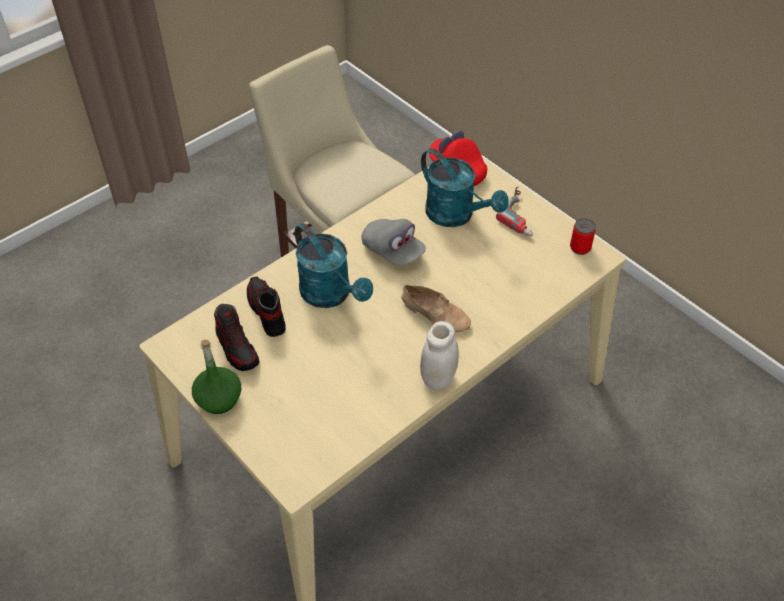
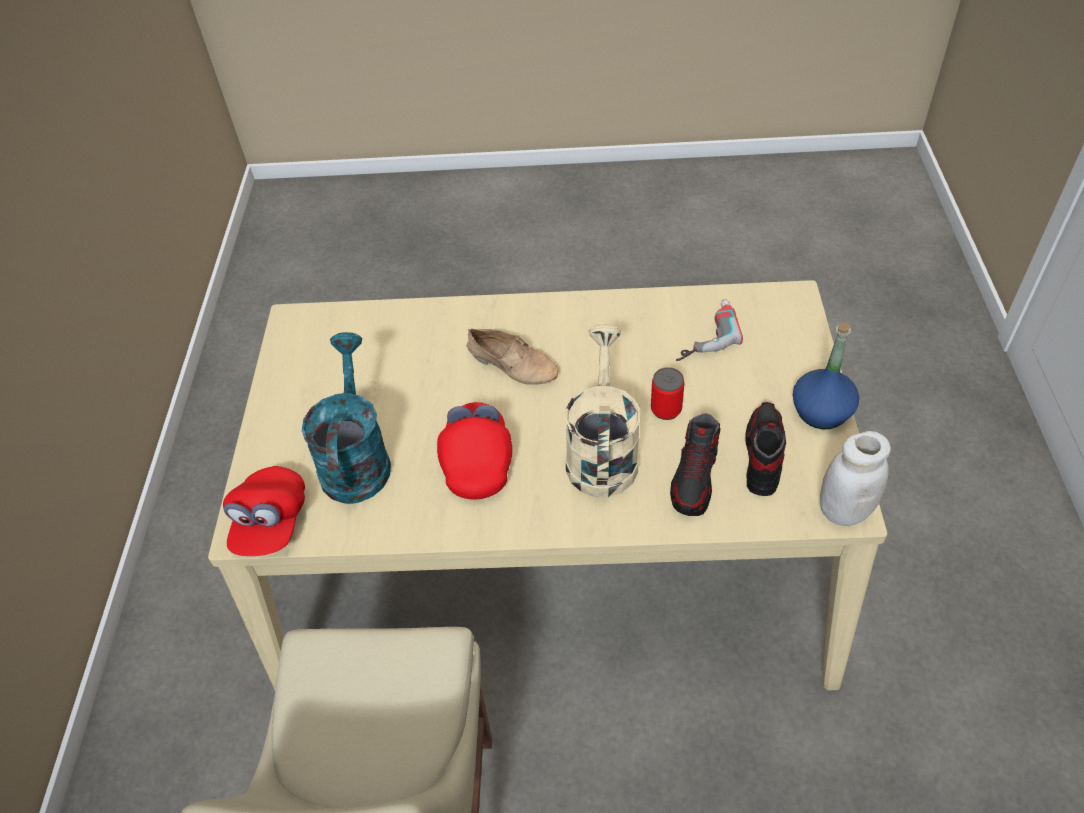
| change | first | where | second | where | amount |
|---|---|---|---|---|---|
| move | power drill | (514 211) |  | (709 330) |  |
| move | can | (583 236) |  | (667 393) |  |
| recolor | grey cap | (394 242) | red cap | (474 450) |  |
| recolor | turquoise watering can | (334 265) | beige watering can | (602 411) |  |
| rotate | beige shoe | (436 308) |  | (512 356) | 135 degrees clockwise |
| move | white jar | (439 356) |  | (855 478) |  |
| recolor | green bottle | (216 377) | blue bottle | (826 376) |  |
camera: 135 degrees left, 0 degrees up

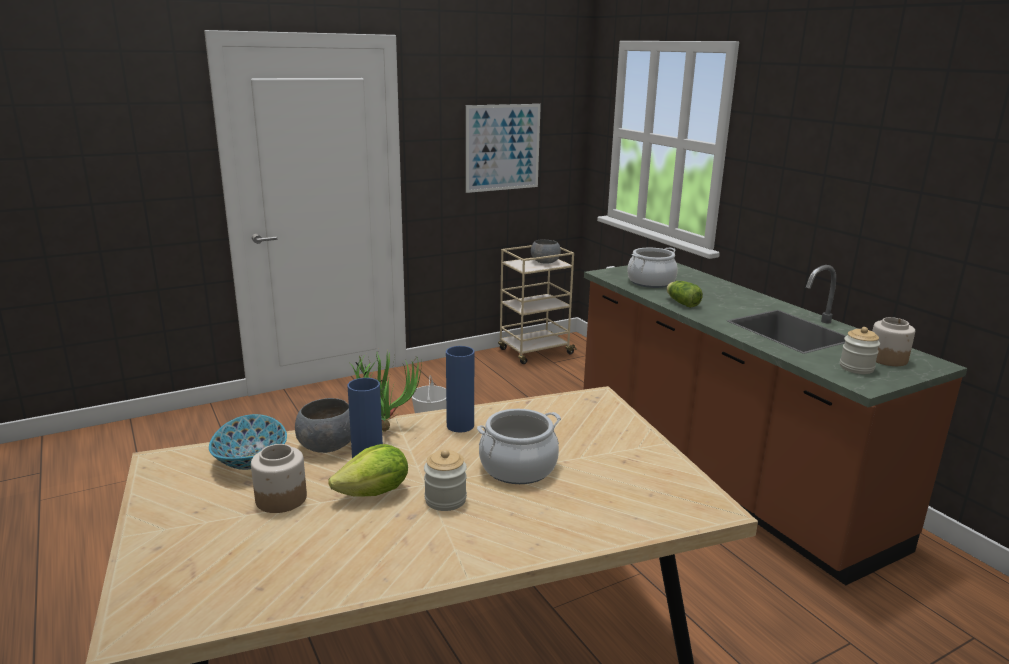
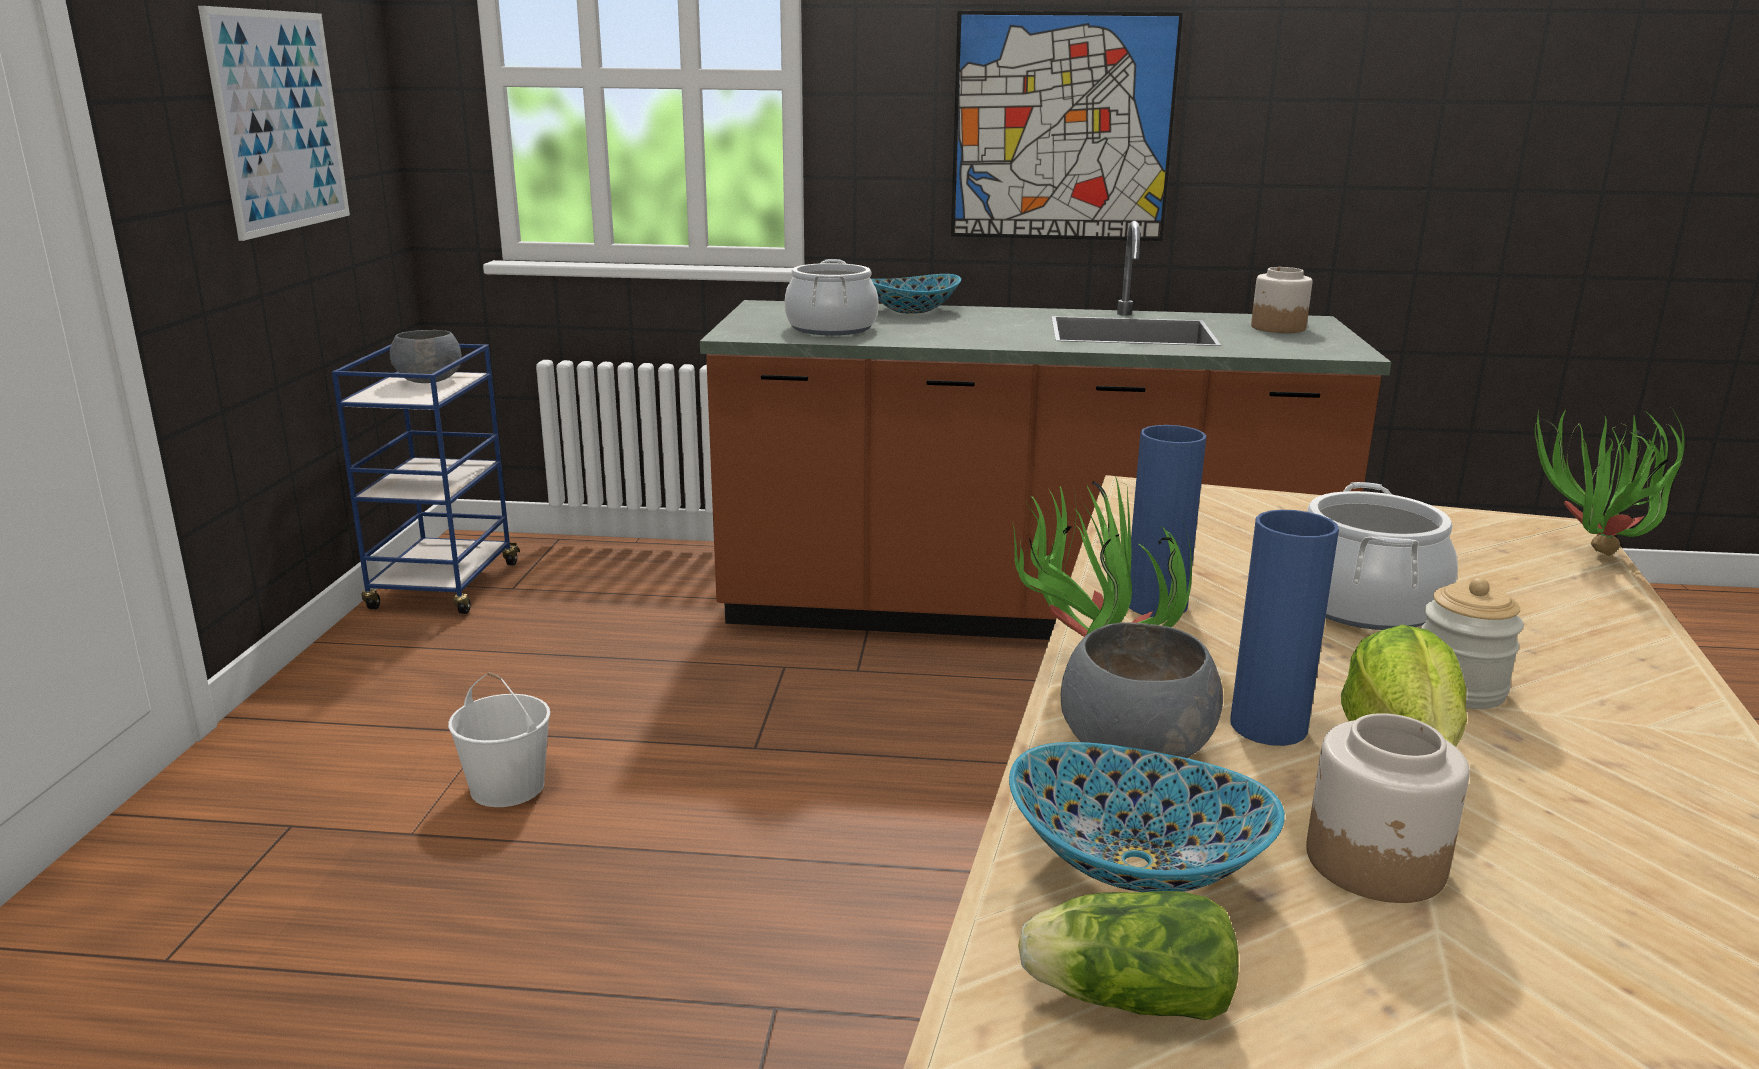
| change | first | where | second | where | amount |
|---|---|---|---|---|---|
| recolor | beige cart | (537 304) | blue cart | (426 479) |  |
| move | lettuce | (684 294) |  | (1128 955) |  |
| delete | jar | (860 350) |  |  |  |
| insert |  |  | picture | (1067 126) |  |
| insert |  |  | bowl | (916 294) |  |
| insert |  |  | potted plant | (1610 481) |  |
camera: 55 degrees left, 0 degrees up

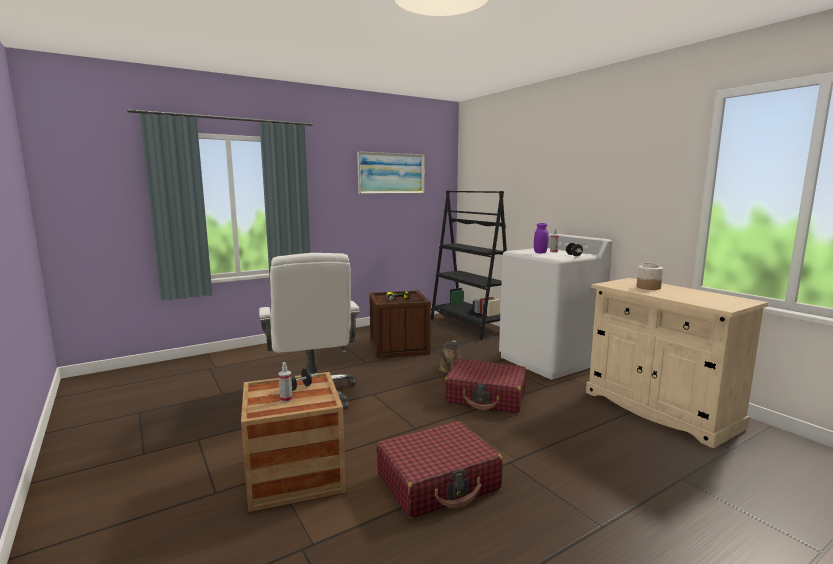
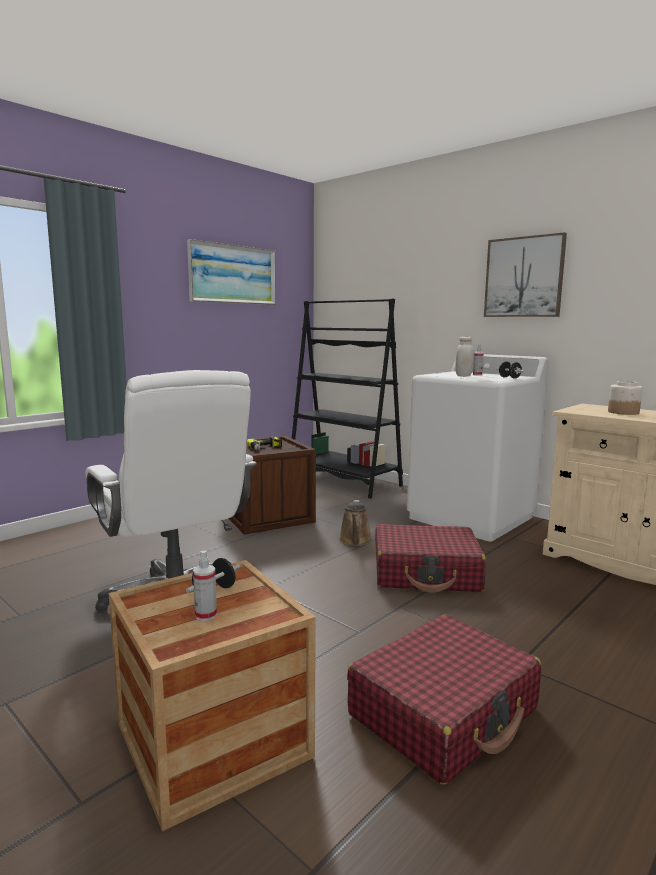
| change | first | where | second | where | amount |
|---|---|---|---|---|---|
| recolor | purple jar | (541 238) | white jar | (464 356) |  |
| insert |  |  | picture | (525 274) |  |
camera: 15 degrees left, 0 degrees up

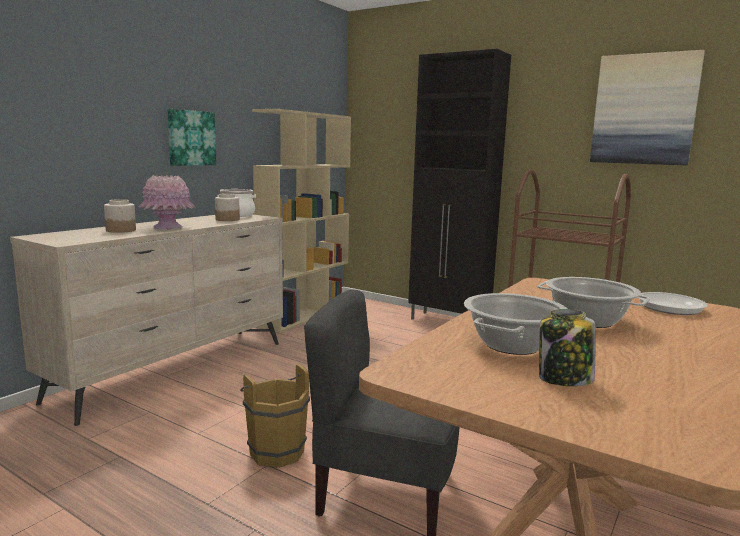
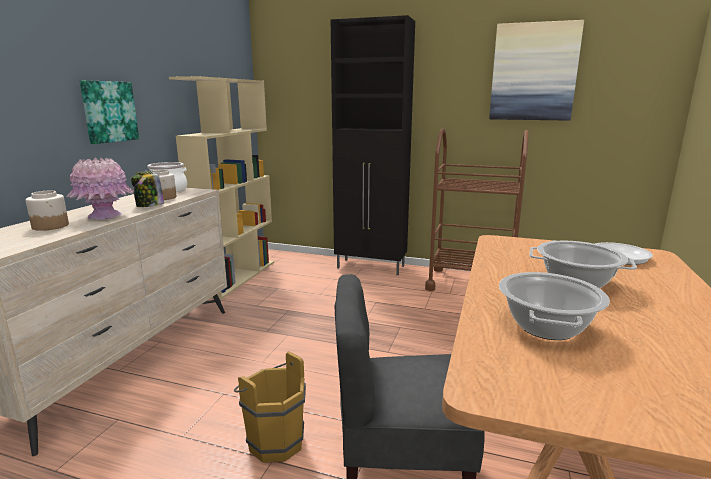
| change | first | where | second | where | amount |
|---|---|---|---|---|---|
| move | jar | (567 347) |  | (147 189) |  |
camera: 15 degrees left, 5 degrees up

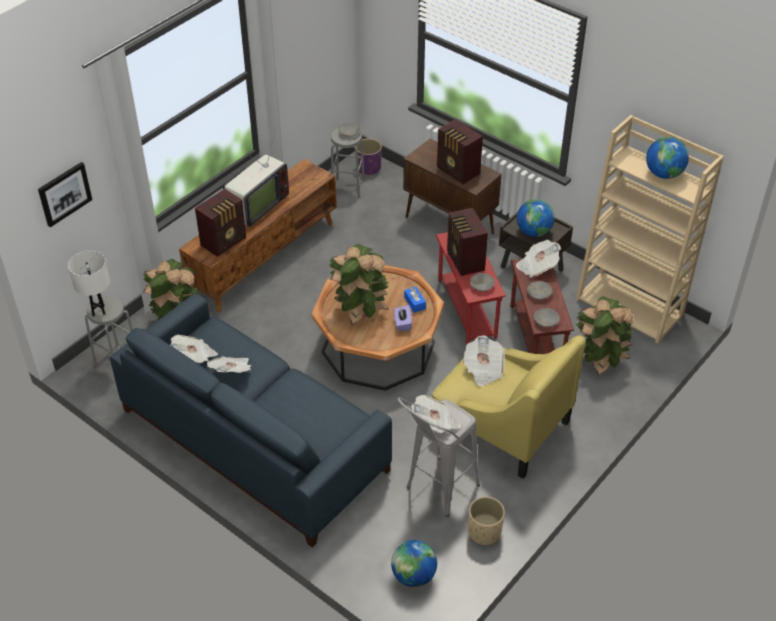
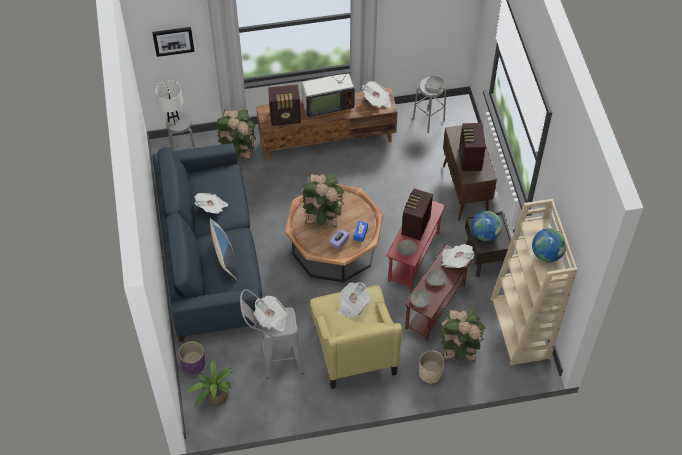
| change | first | where | second | where | amount |
|---|---|---|---|---|---|
| move | purple planter | (369 157) |  | (192 357) |  |
| move | newspaper | (194 349) |  | (376 94) |  |
| move | beige planter | (486 520) |  | (432 367) |  |
| replace | globe | (414 563) | potted plant | (210 383) |  |
| insert |  |  | pillow | (224 249) |  |
camera: 40 degrees right, 10 degrees up

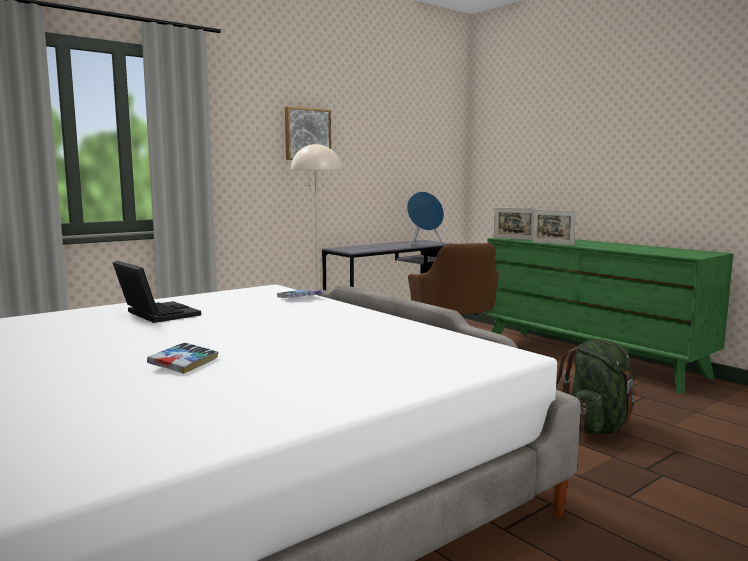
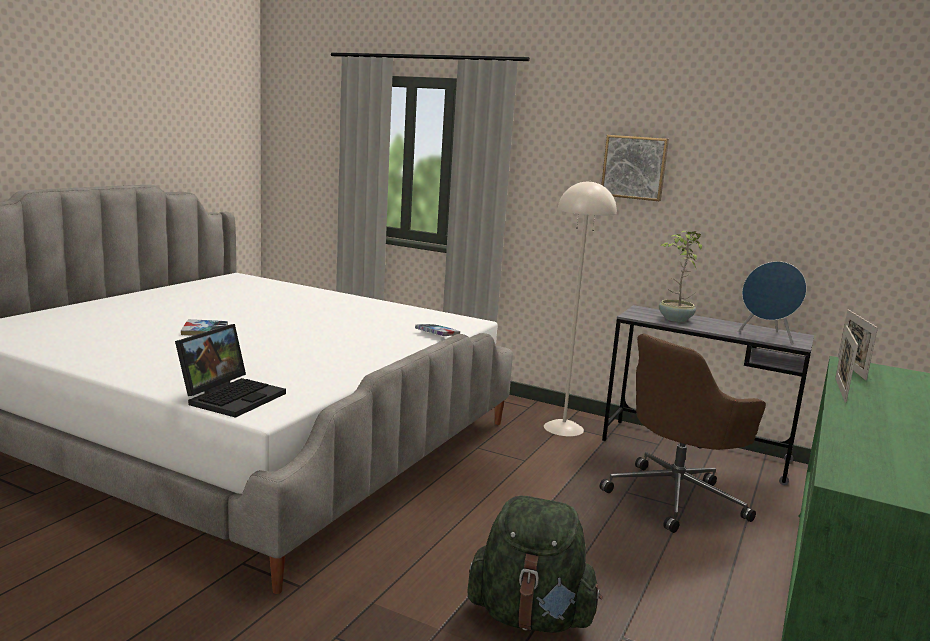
| change | first | where | second | where | amount |
|---|---|---|---|---|---|
| move | laptop | (156 292) |  | (230 371) |  |
| insert |  |  | potted plant | (680 276) |  |
camera: 65 degrees right, 5 degrees up

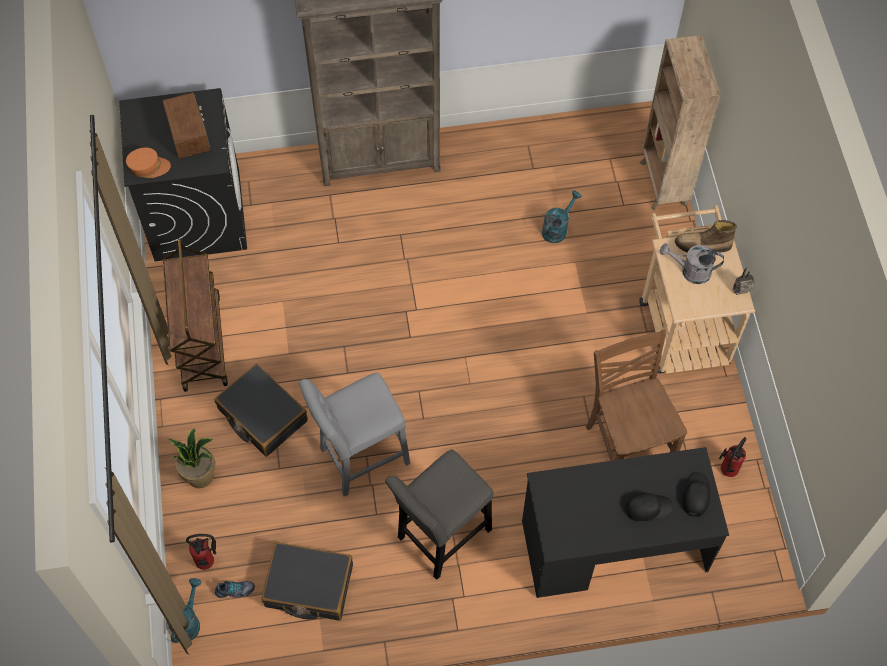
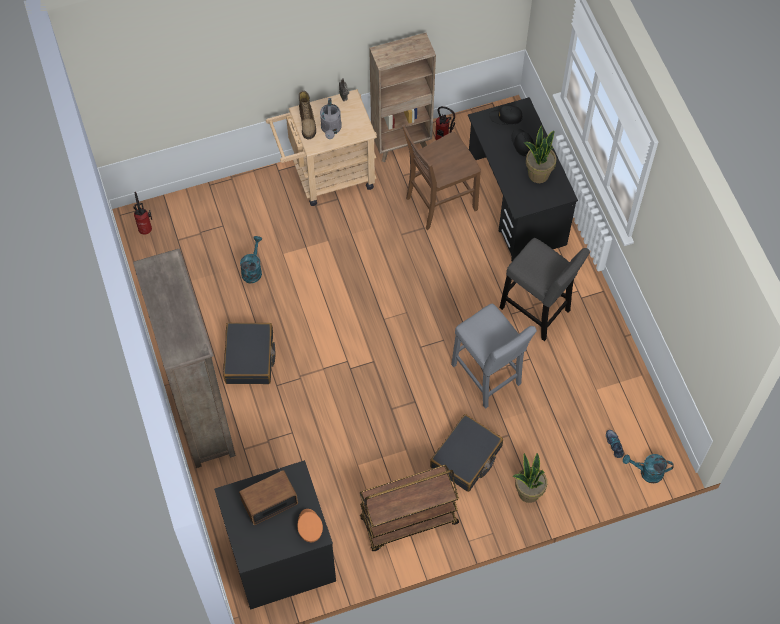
| change | first | where | second | where | amount |
|---|---|---|---|---|---|
| move | brown bookcase | (679 123) |  | (402 97) |  |
| rotate | turquoise watering can | (562 217) |  | (251 259) | 75 degrees clockwise |
| move | fire extinguisher | (201 552) |  | (142 213) |  |
| move | black suitcase | (307 581) |  | (249 353) |  |
| insert |  |  | potted plant | (540 154) |  |
camera: 100 degrees left, 0 degrees up

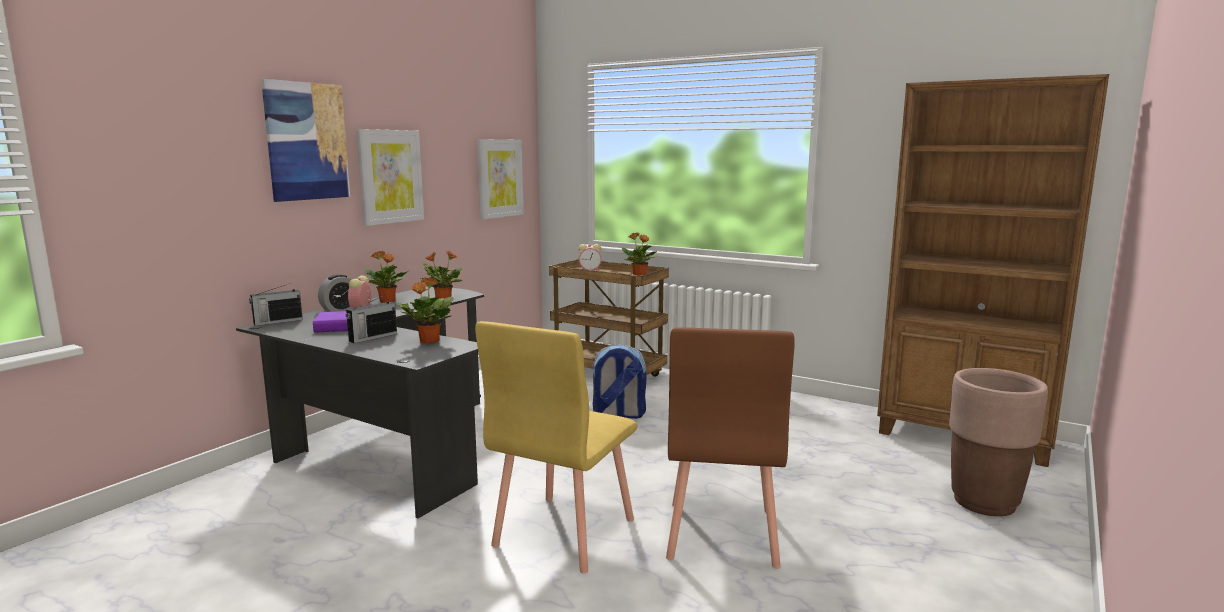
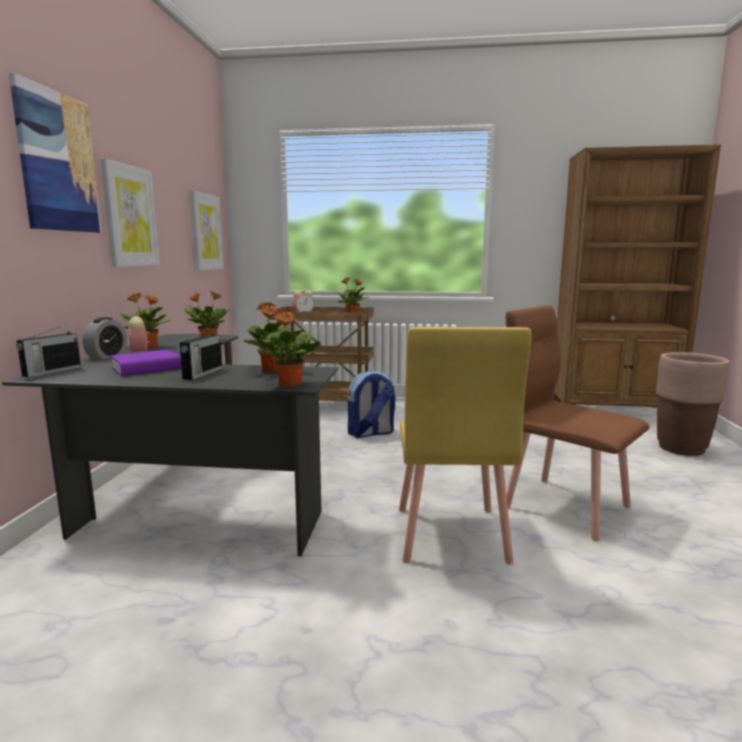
| change | first | where | second | where | amount |
|---|---|---|---|---|---|
| rotate | brown chair | (730 448) |  | (578 423) | 150 degrees clockwise |
| insert |  |  | potted plant | (288 347) |  |
camera: 25 degrees left, 0 degrees up

